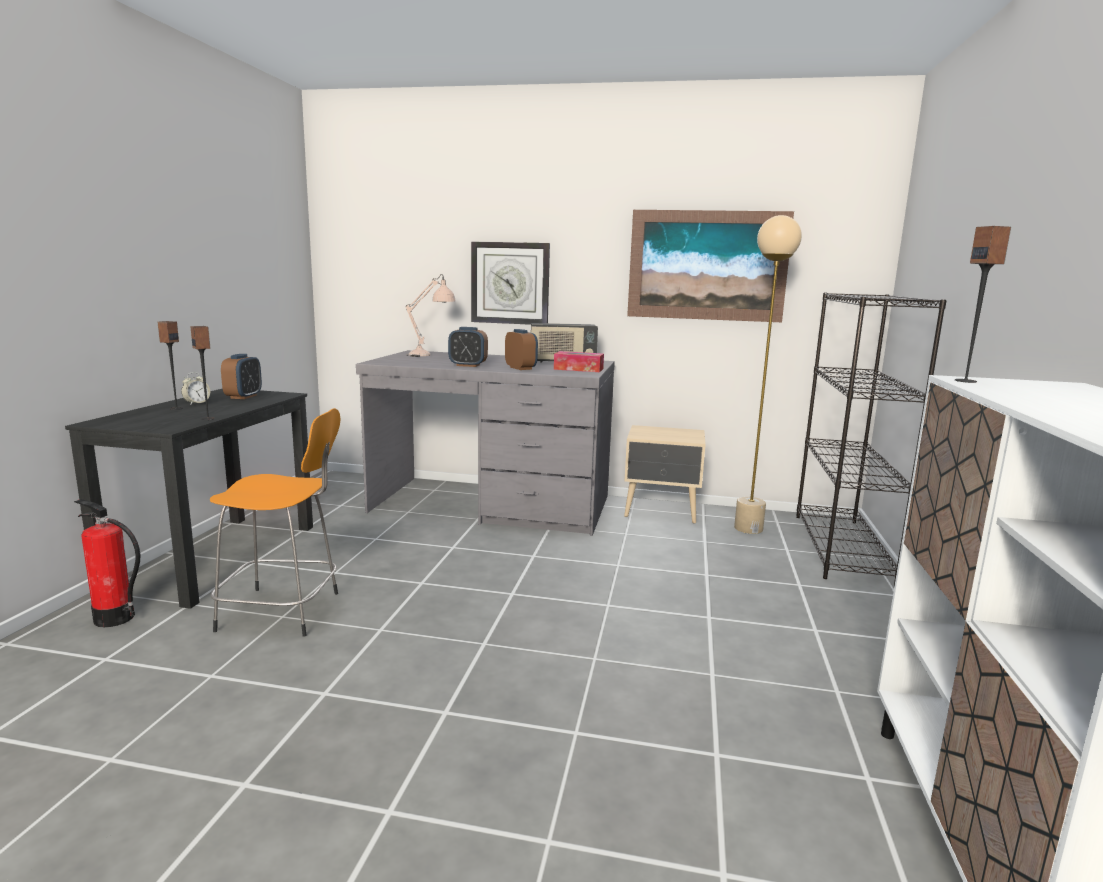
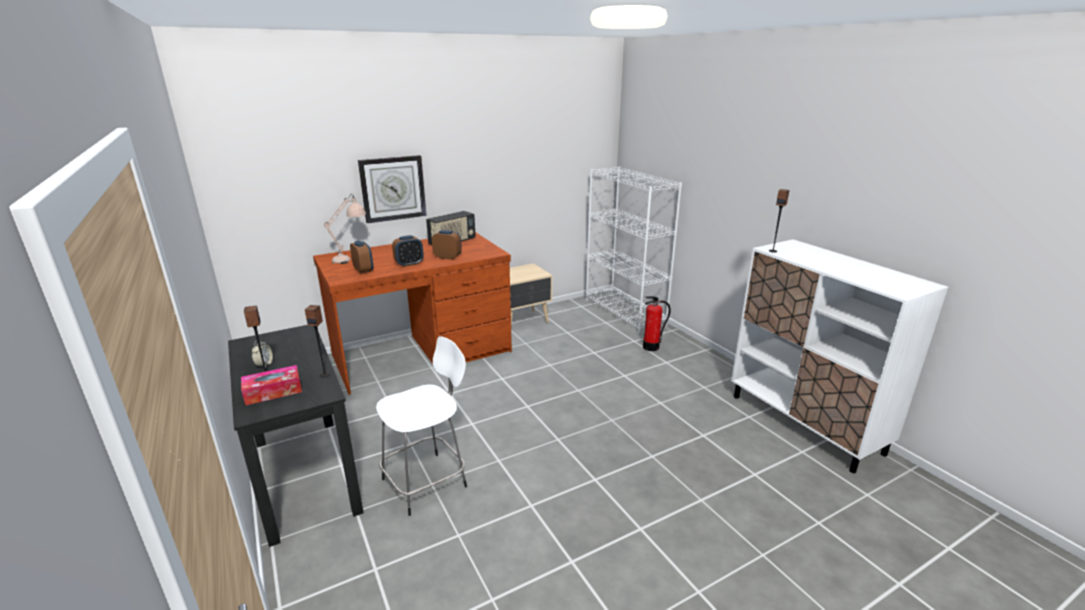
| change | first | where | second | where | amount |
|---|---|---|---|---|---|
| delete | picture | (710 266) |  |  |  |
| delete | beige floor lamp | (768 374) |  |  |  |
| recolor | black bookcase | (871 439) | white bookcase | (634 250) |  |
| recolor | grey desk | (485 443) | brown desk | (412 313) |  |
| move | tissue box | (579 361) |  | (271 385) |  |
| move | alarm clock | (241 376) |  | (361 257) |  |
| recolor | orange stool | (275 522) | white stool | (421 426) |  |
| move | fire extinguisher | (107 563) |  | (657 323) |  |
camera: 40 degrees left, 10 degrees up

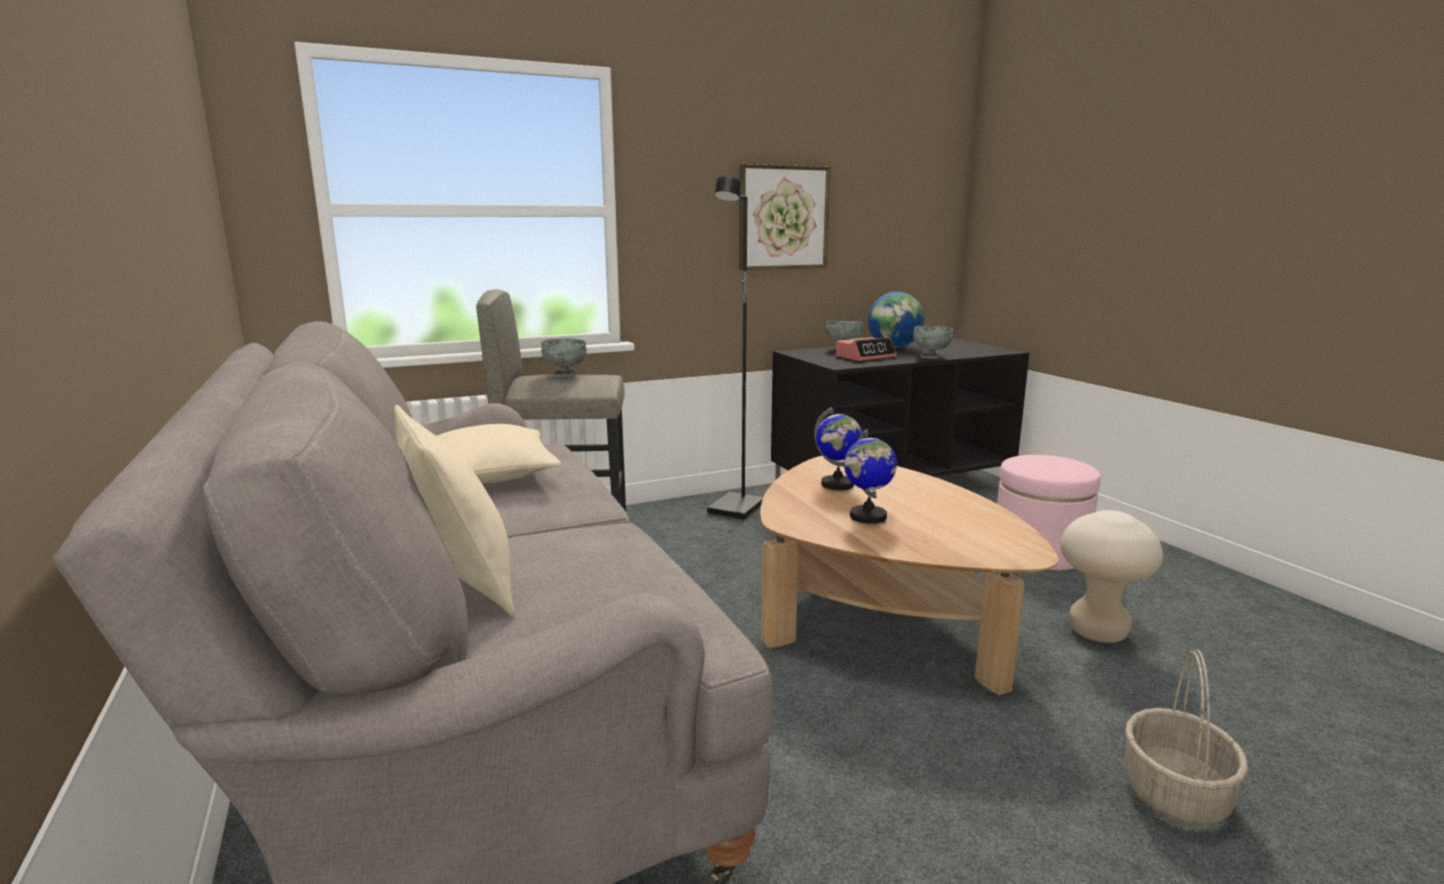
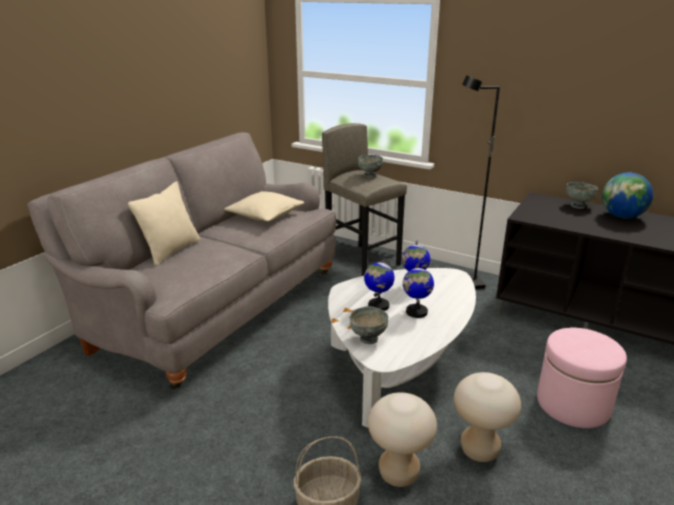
| change | first | where | second | where | amount |
|---|---|---|---|---|---|
| delete | picture | (785 217) |  |  |  |
| move | grey bowl | (933 342) |  | (368 325) |  |
| delete | alarm clock | (866 349) |  |  |  |
| recolor | brown coffee table | (909 575) | white coffee table | (402 348) |  |
| insert |  |  | globe | (418 290) |  |
| insert |  |  | beige stool | (402 439) |  |
camera: 55 degrees right, 10 degrees up

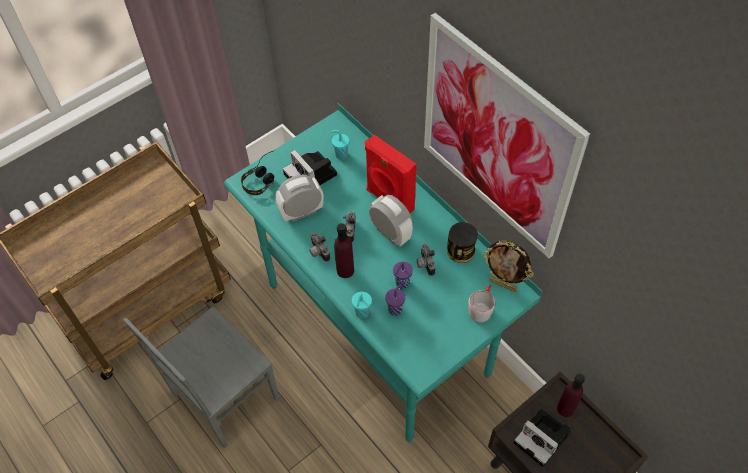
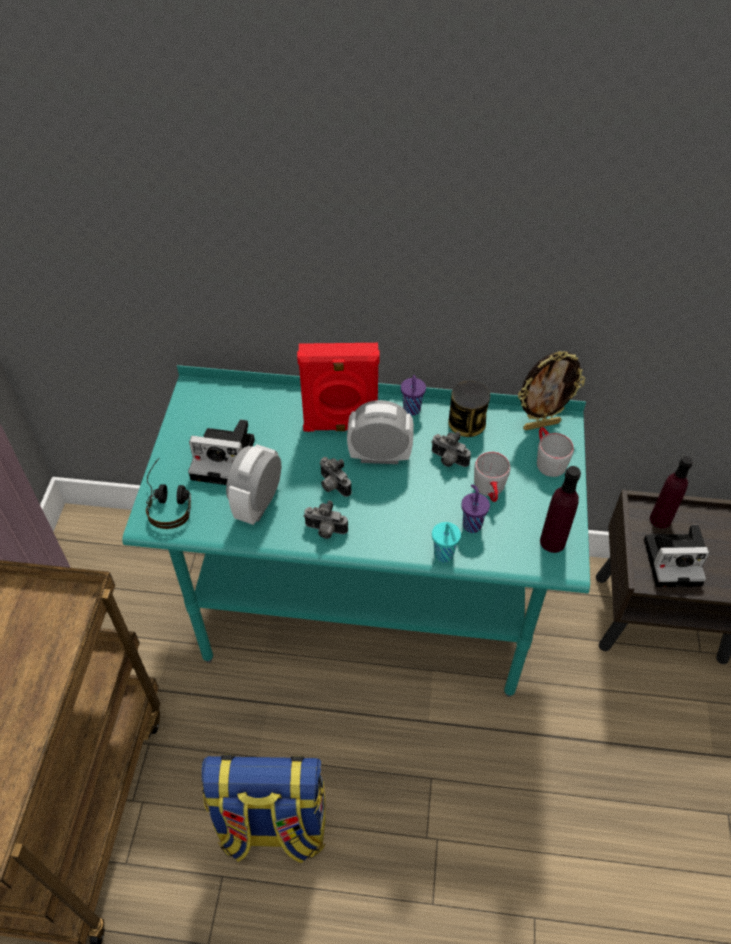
| change | first | where | second | where | amount |
|---|---|---|---|---|---|
| delete | picture | (507 135) |  |  |  |
| delete | turquoise cup | (340 145) |  |  |  |
| move | purple bottle | (344 250) |  | (560 509) |  |
| move | purple cup | (403 275) |  | (413 395) |  |
| replace | grey chair | (201 377) | backpack | (263 809) |  |
| insert |  |  | grey mug | (492 477) |  |
camera: 45 degrees left, 5 degrees down

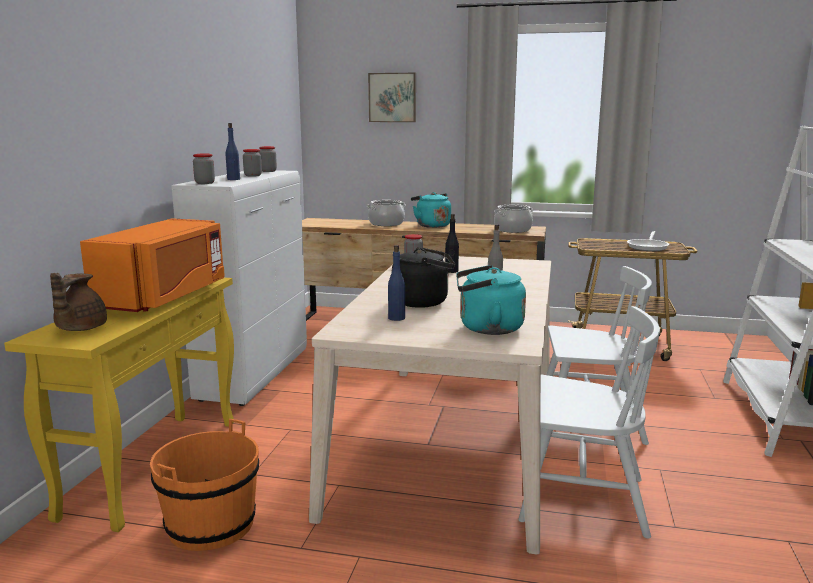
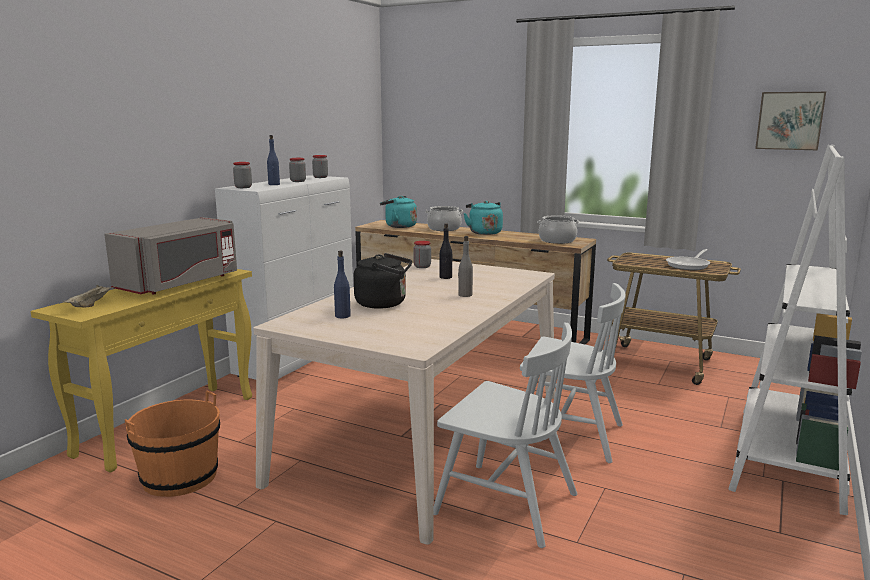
| change | first | where | second | where | amount |
|---|---|---|---|---|---|
| move | picture | (392 97) |  | (790 121) |  |
| recolor | orange microwave | (152 265) | grey microwave | (170 255) |  |
| move | turquoise kettle | (491 300) |  | (398 212) |  |
| replace | brown teapot | (78 302) | beige tray | (90 296) |  |
camera: 15 degrees right, 0 degrees up

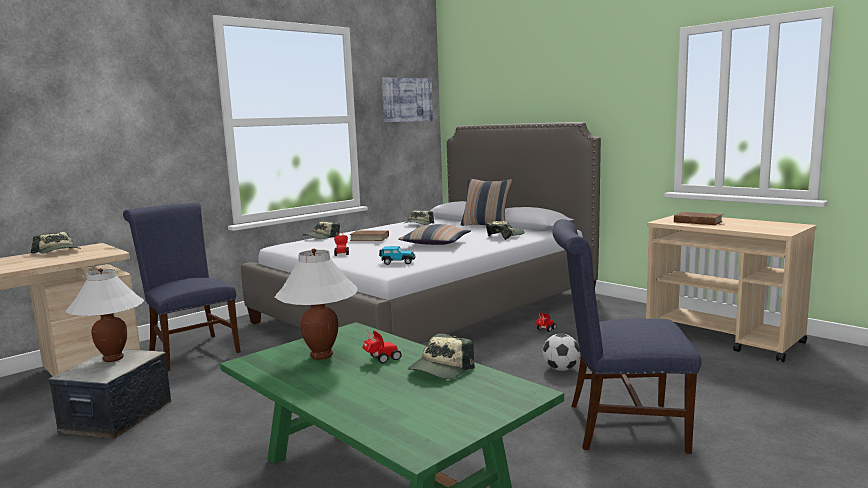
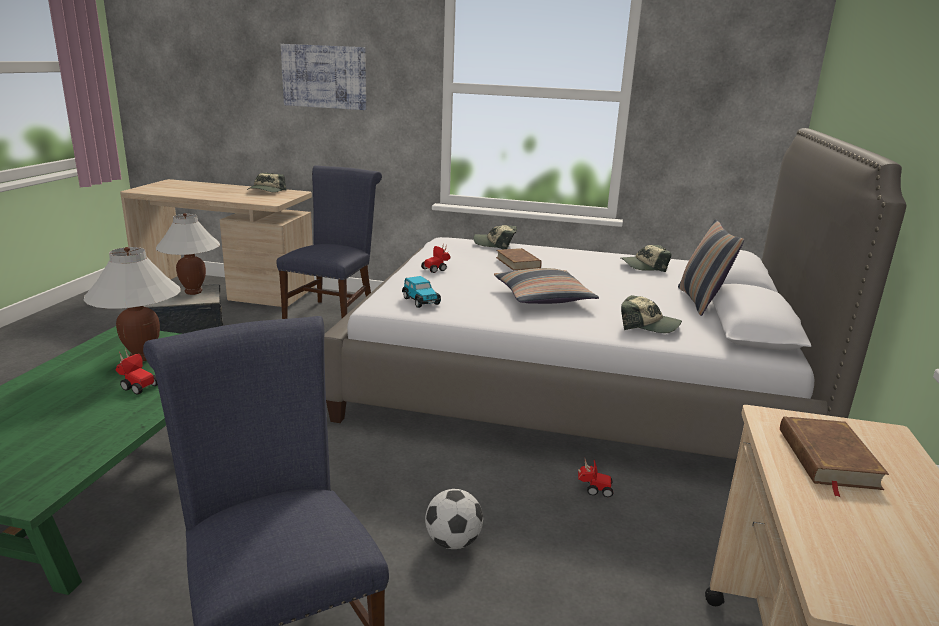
| change | first | where | second | where | amount |
|---|---|---|---|---|---|
| move | picture | (407 99) |  | (323 77) |  |
| delete | cap | (441 356) |  |  |  |
camera: 55 degrees right, 10 degrees up

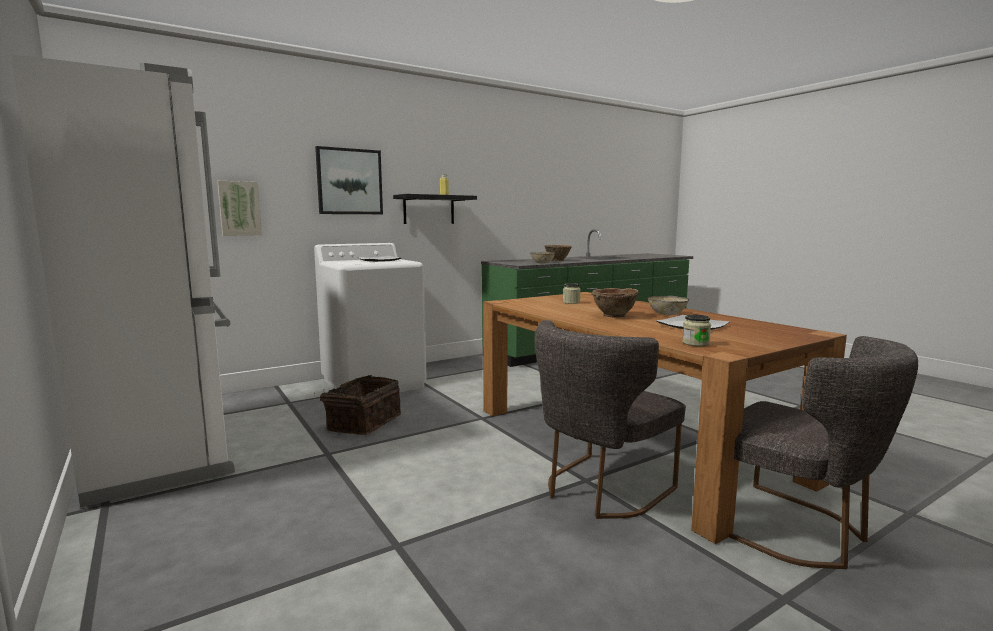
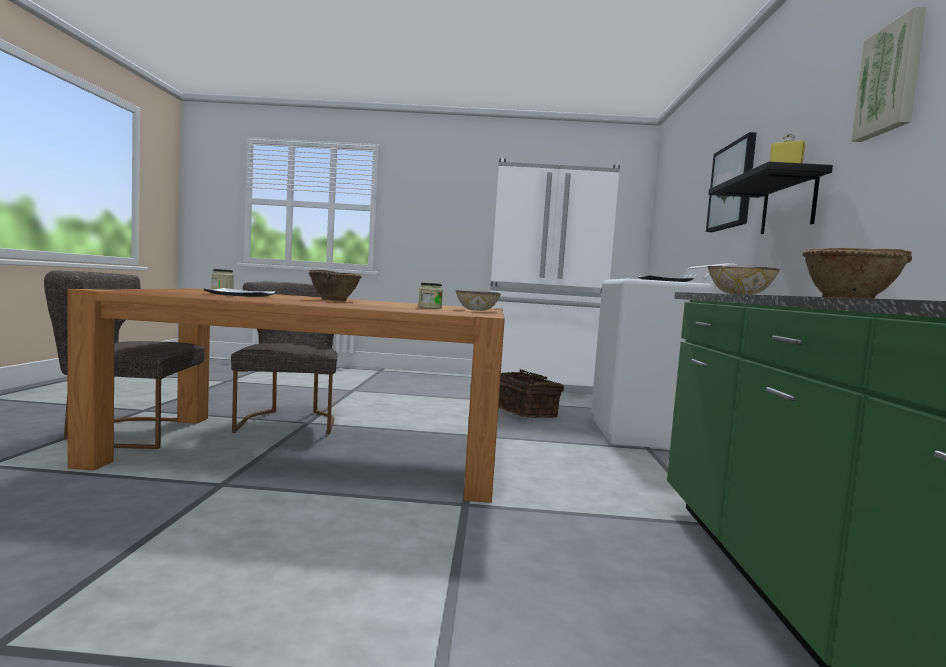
| change | first | where | second | where | amount |
|---|---|---|---|---|---|
| move | picture | (239 208) |  | (888 74) |  |
| move | bowl | (668 305) |  | (478 300) |  |
camera: 125 degrees right, 5 degrees down

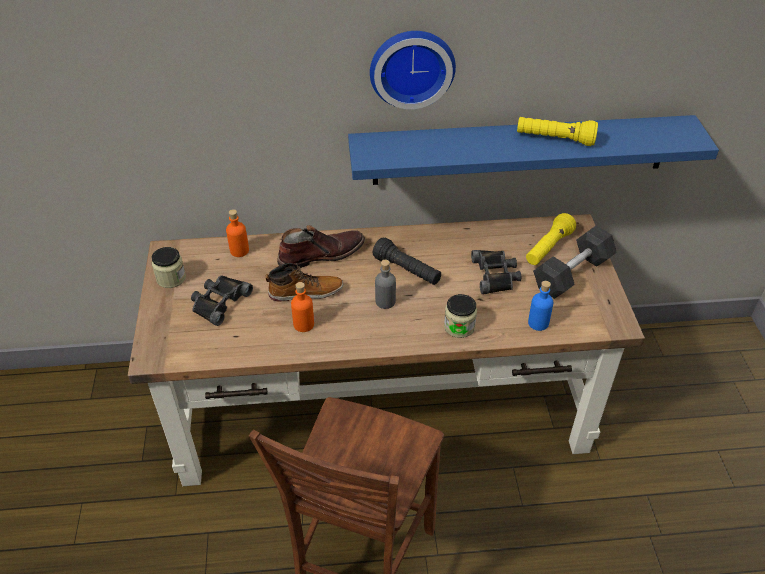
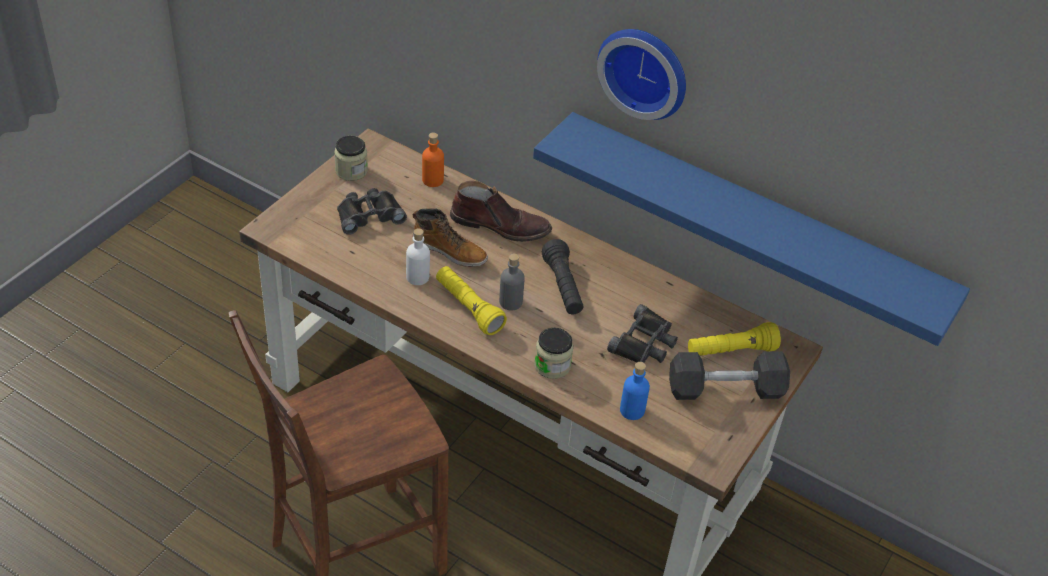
| change | first | where | second | where | amount |
|---|---|---|---|---|---|
| move | yellow flashlight | (557 131) |  | (471 300) |  |
| recolor | orange bottle | (302 307) | white bottle | (418 256) |  |
camera: 35 degrees right, 0 degrees up

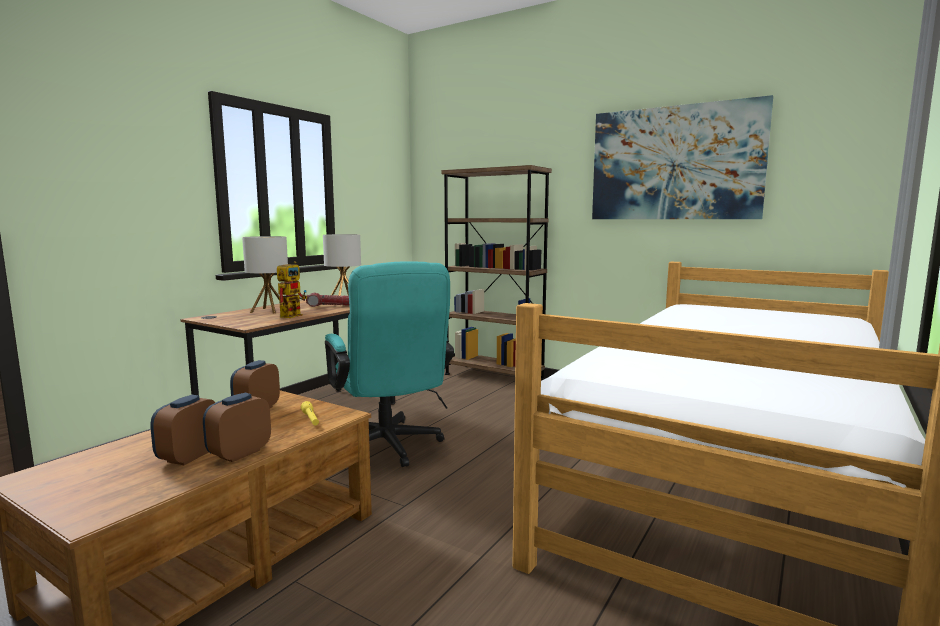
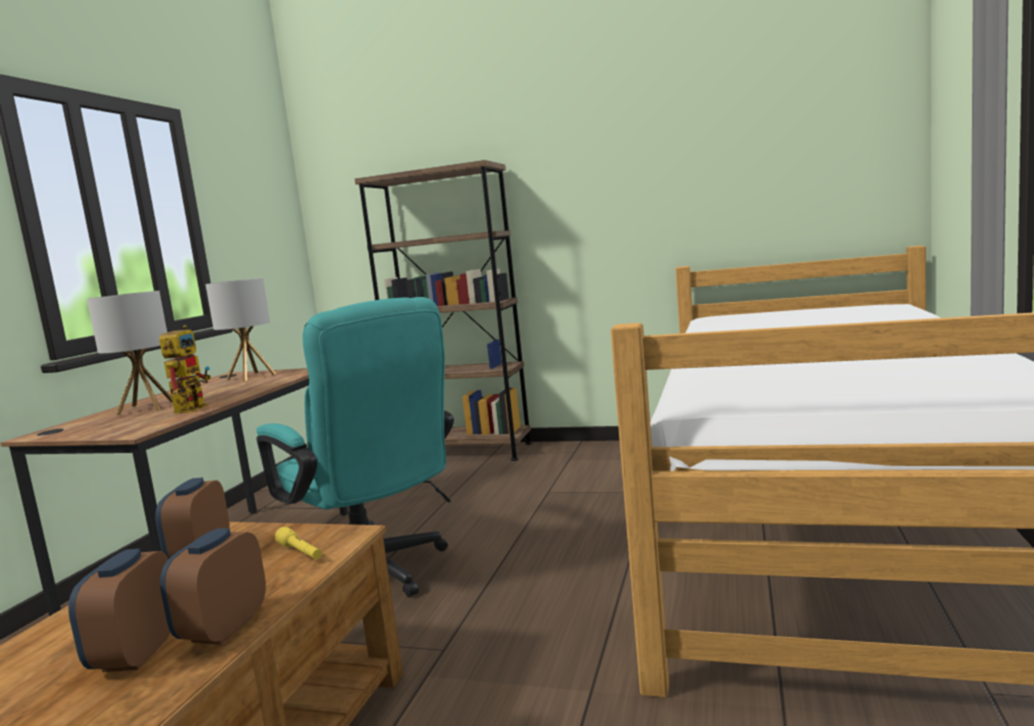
| change | first | where | second | where | amount |
|---|---|---|---|---|---|
| delete | picture | (682 157) |  |  |  |
| delete | flashlight | (327 300) |  |  |  |
camera: 15 degrees left, 0 degrees up

